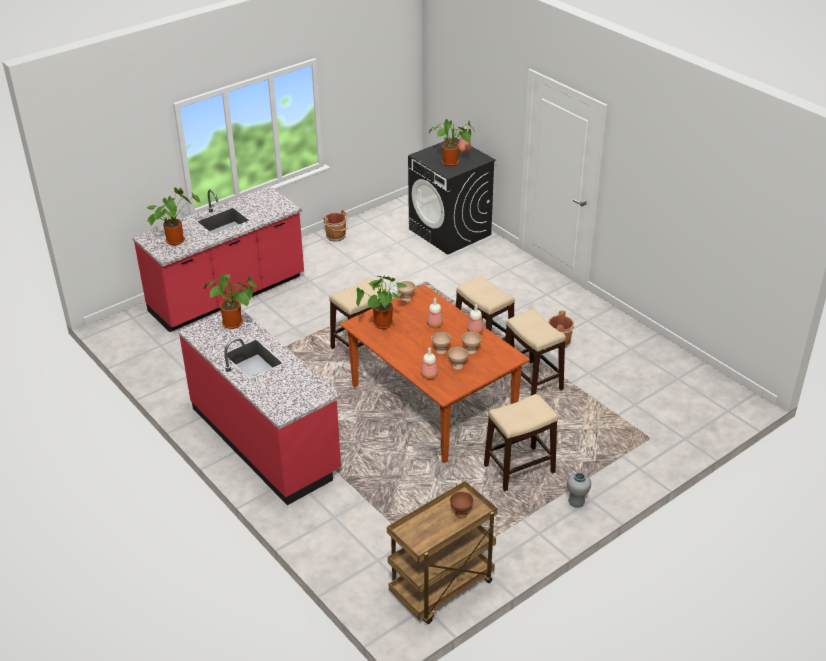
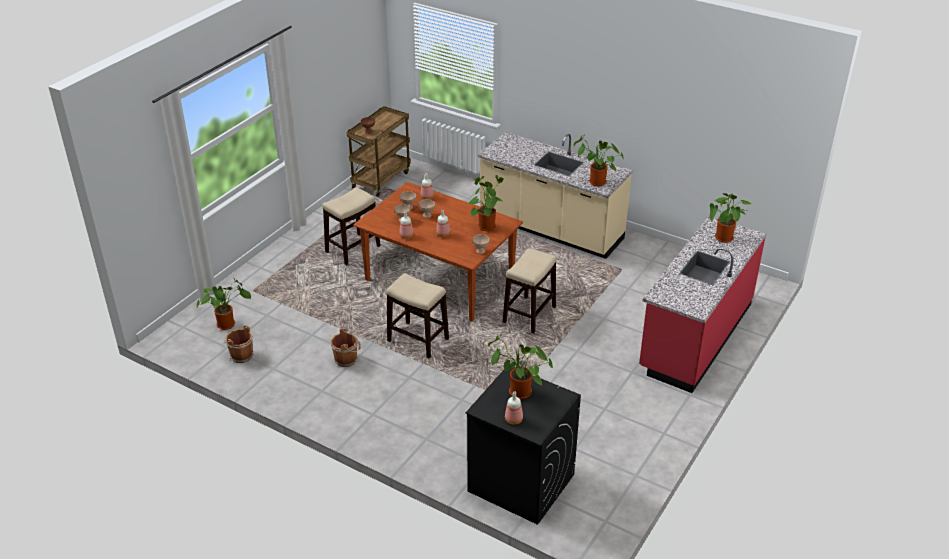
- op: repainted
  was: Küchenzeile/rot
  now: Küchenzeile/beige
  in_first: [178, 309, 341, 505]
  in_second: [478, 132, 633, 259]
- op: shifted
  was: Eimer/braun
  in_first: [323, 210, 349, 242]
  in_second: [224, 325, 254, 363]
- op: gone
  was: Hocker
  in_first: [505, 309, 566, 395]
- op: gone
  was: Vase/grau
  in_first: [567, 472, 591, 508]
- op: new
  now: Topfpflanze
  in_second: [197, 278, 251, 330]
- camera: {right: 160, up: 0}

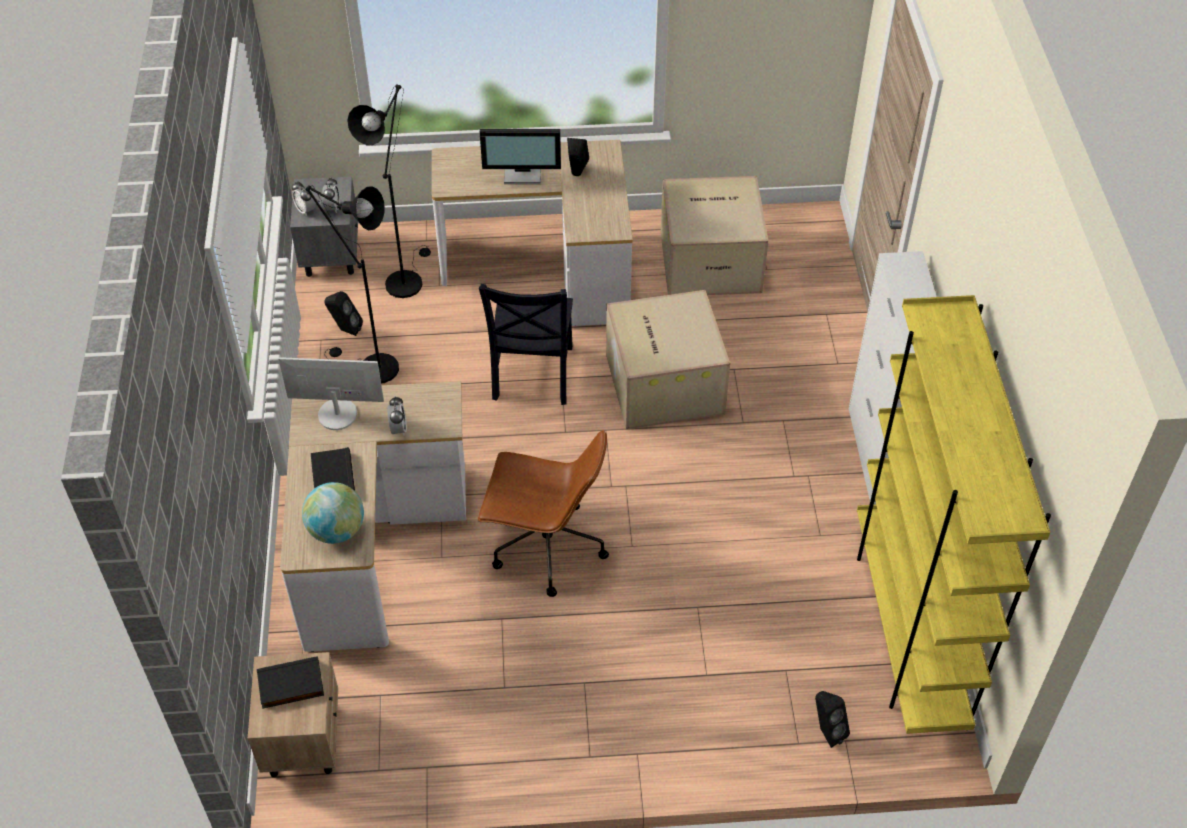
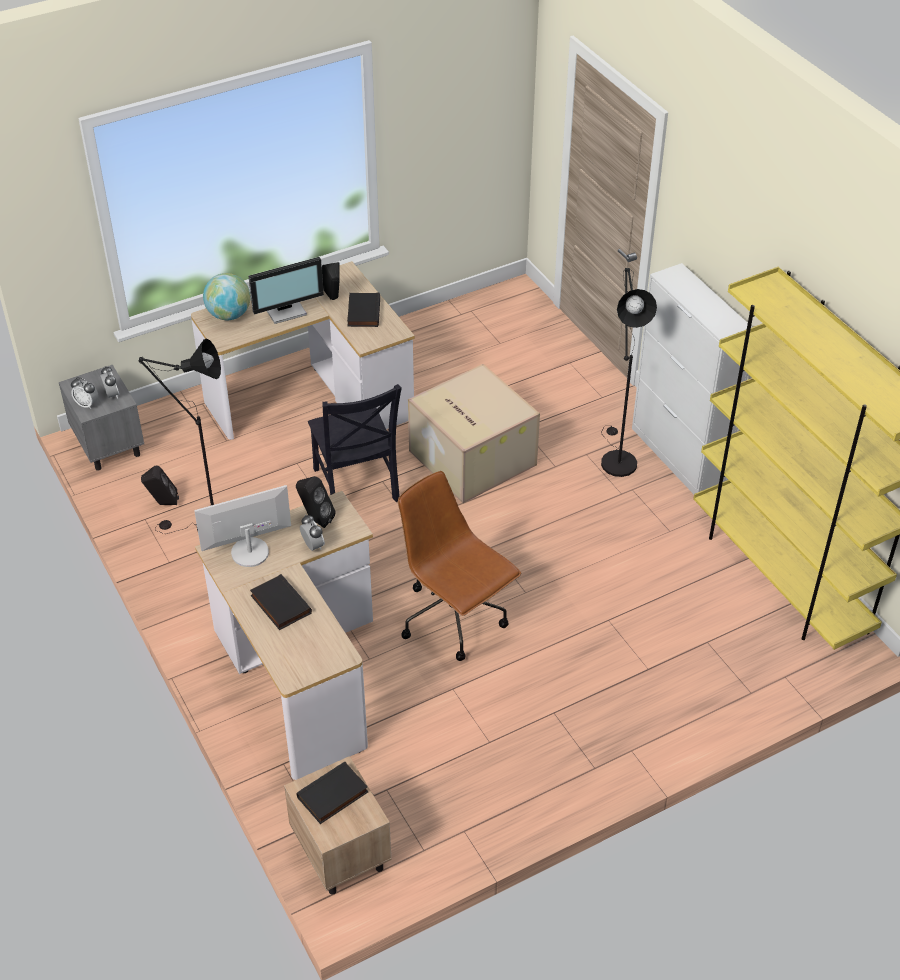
- op: shifted
  was: Globus
  in_first: [302, 482, 364, 544]
  in_second: [203, 273, 251, 320]
- op: shifted
  was: Stehlampe/schwarz
  in_first: [347, 84, 431, 298]
  in_second: [601, 268, 657, 477]
- op: rotated
  was: Bürostuhl/braun
  in_first: [477, 430, 609, 597]
  in_second: [398, 471, 521, 661]
  clockwise: -120
- op: gone
  was: Karton
  in_first: [661, 176, 769, 295]
- op: shifted
  was: Lautsprecher/schwarz
  in_first: [815, 691, 850, 748]
  in_second: [296, 476, 336, 528]
- op: new
  now: Buch/schwarz
  in_second: [347, 293, 380, 327]
- camera: {right: -25, up: -5}

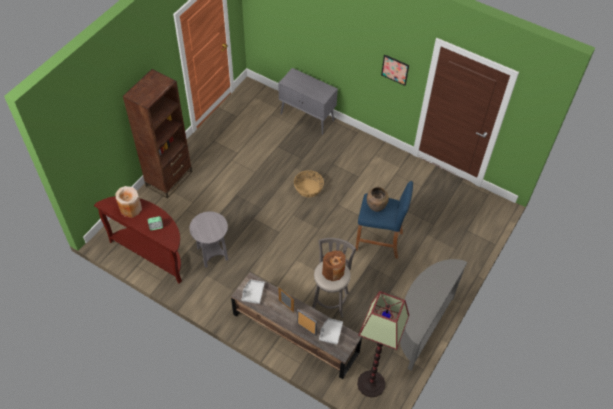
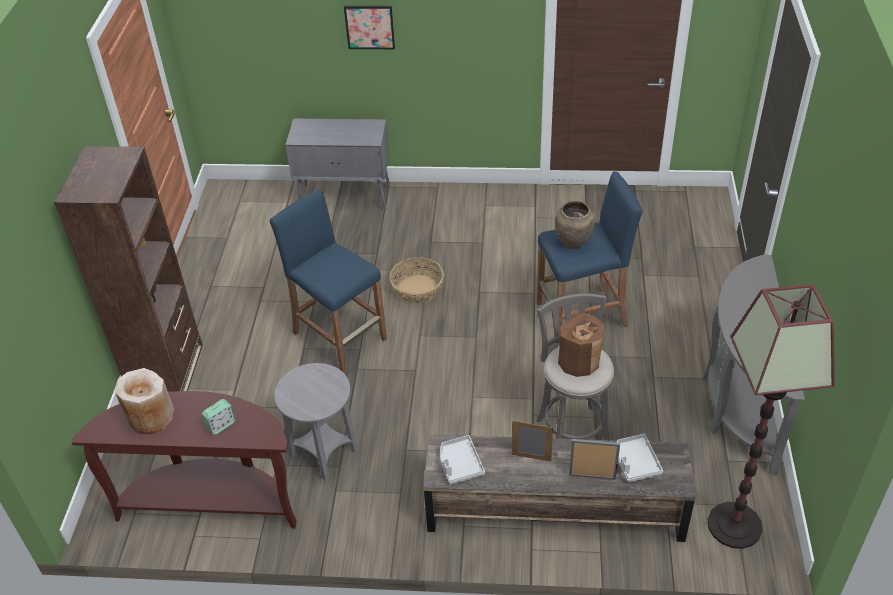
- op: shifted
  was: Bild
  in_first: [381, 54, 409, 86]
  in_second: [344, 6, 395, 49]
- op: new
  now: Hocker/blau
  in_second: [269, 189, 387, 372]
- camera: {right: -25, up: -10}

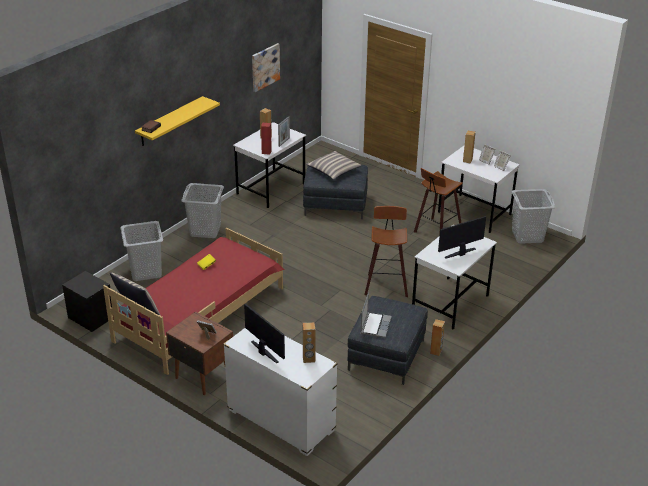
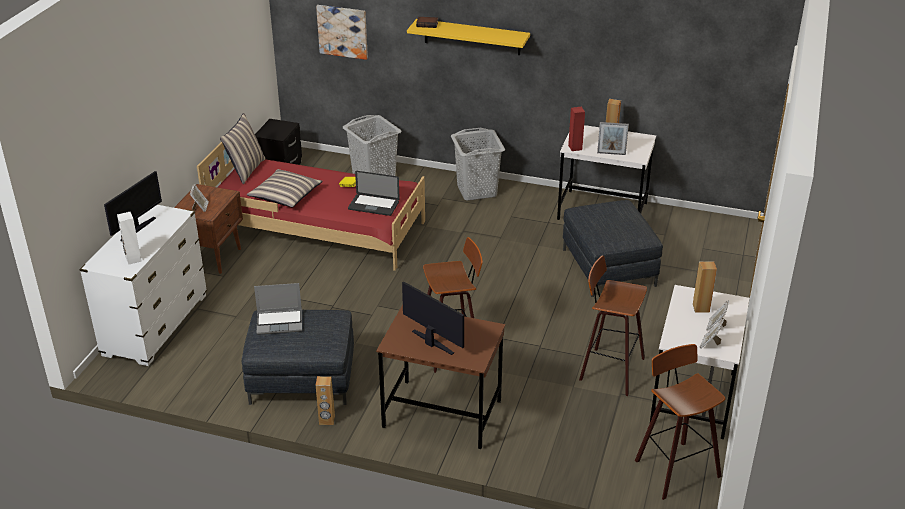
- op: shifted
  was: Bild
  in_first: [252, 43, 280, 92]
  in_second: [316, 5, 368, 60]
- op: repainted
  was: Lautsprecher/braun
  now: Lautsprecher/weiß
  in_first: [303, 322, 316, 363]
  in_second: [117, 212, 141, 264]
- op: shifted
  was: Kissen
  in_first: [306, 151, 361, 180]
  in_second: [247, 169, 323, 207]
- op: repainted
  was: Schreibtisch/weiß
  now: Schreibtisch/braun
  in_first: [412, 225, 497, 330]
  in_second: [376, 305, 505, 449]
- op: swapped
  was: Wäschekorb/grau
  now: Hocker
  in_first: [512, 189, 556, 244]
  in_second: [635, 344, 726, 500]
- op: new
  now: Laptop
  in_second: [348, 171, 400, 216]
- camera: {right: 70, up: 0}

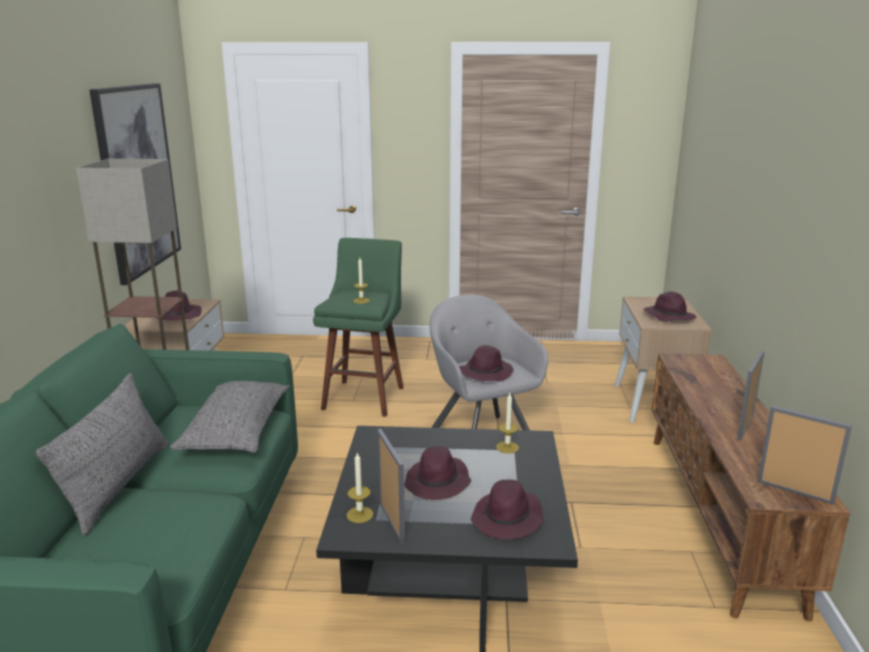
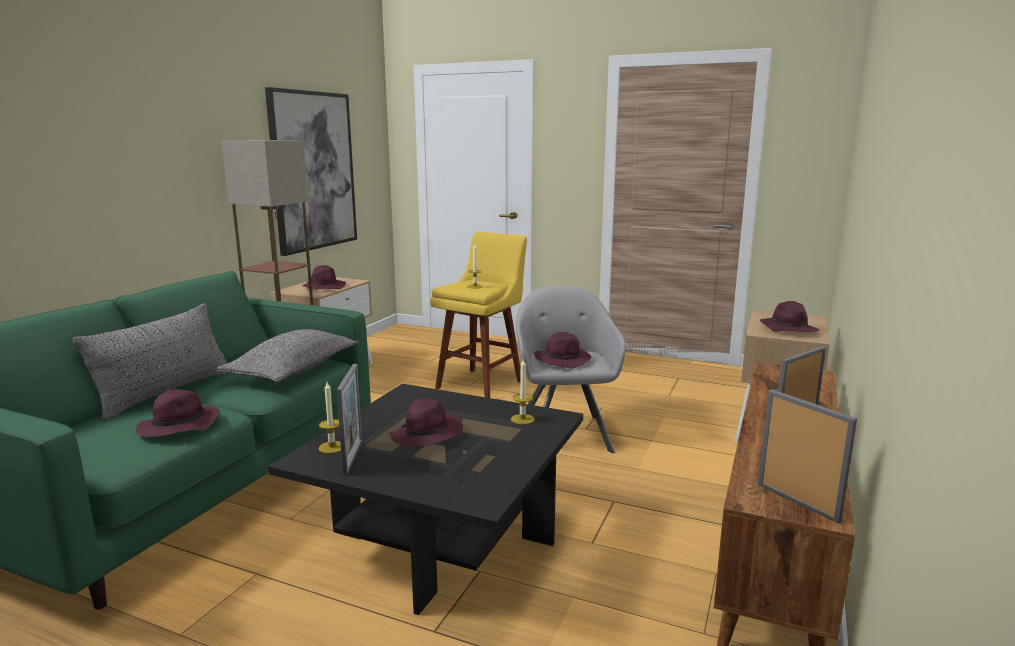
- op: repainted
  was: Hocker/grün
  now: Hocker/gelb
  in_first: [313, 238, 404, 417]
  in_second: [430, 232, 527, 398]
- op: shifted
  was: Hut/lila
  in_first: [471, 480, 544, 540]
  in_second: [136, 389, 220, 437]
- camera: {right: 20, up: -5}

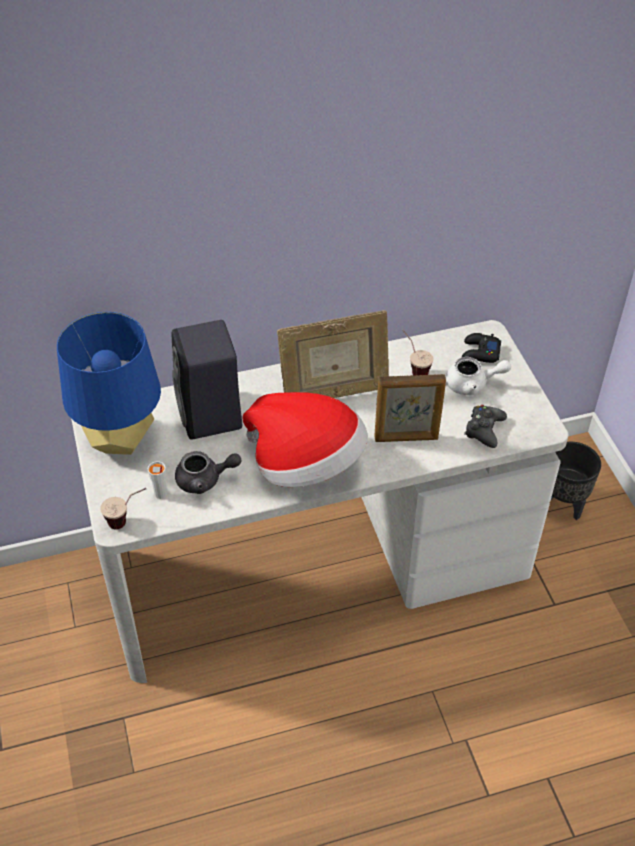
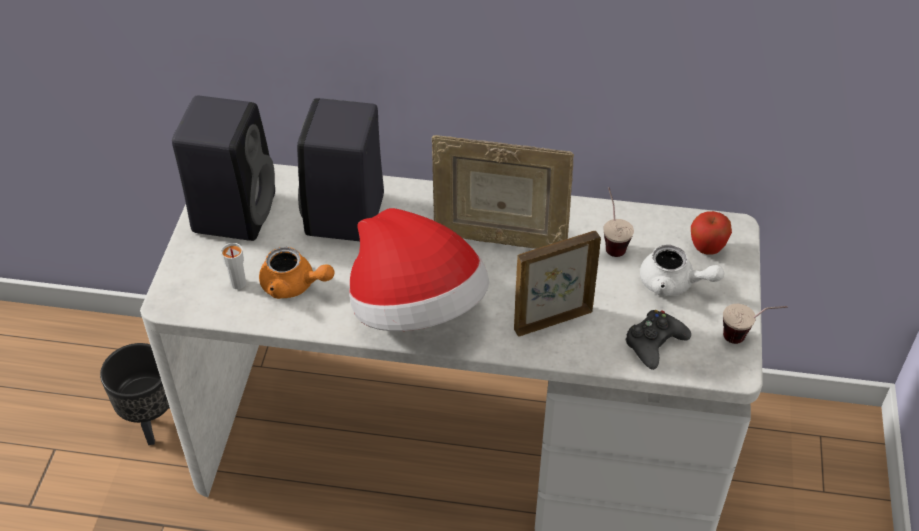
- op: swapped
  was: Tischlampe/blau
  now: Lautsprecher/schwarz
  in_first: [57, 312, 161, 455]
  in_second: [172, 96, 275, 241]
- op: shifted
  was: Tasse
  in_first: [100, 488, 146, 529]
  in_second: [723, 304, 788, 344]
- op: repainted
  was: Teekanne/grau
  now: Teekanne/orange
  in_first: [175, 451, 242, 494]
  in_second: [259, 247, 335, 299]
- op: rotated
  was: Bilderrahmen
  in_first: [374, 374, 446, 442]
  in_second: [514, 231, 601, 337]
  clockwise: 135
- op: swapped
  was: Gamepad/schwarz
  now: Apfel
  in_first: [462, 333, 501, 363]
  in_second: [691, 211, 732, 255]
- op: shifted
  was: Pflanzkübel/schwarz
  in_first: [551, 442, 601, 520]
  in_second: [100, 343, 170, 445]
- camera: {right: 25, up: 0}

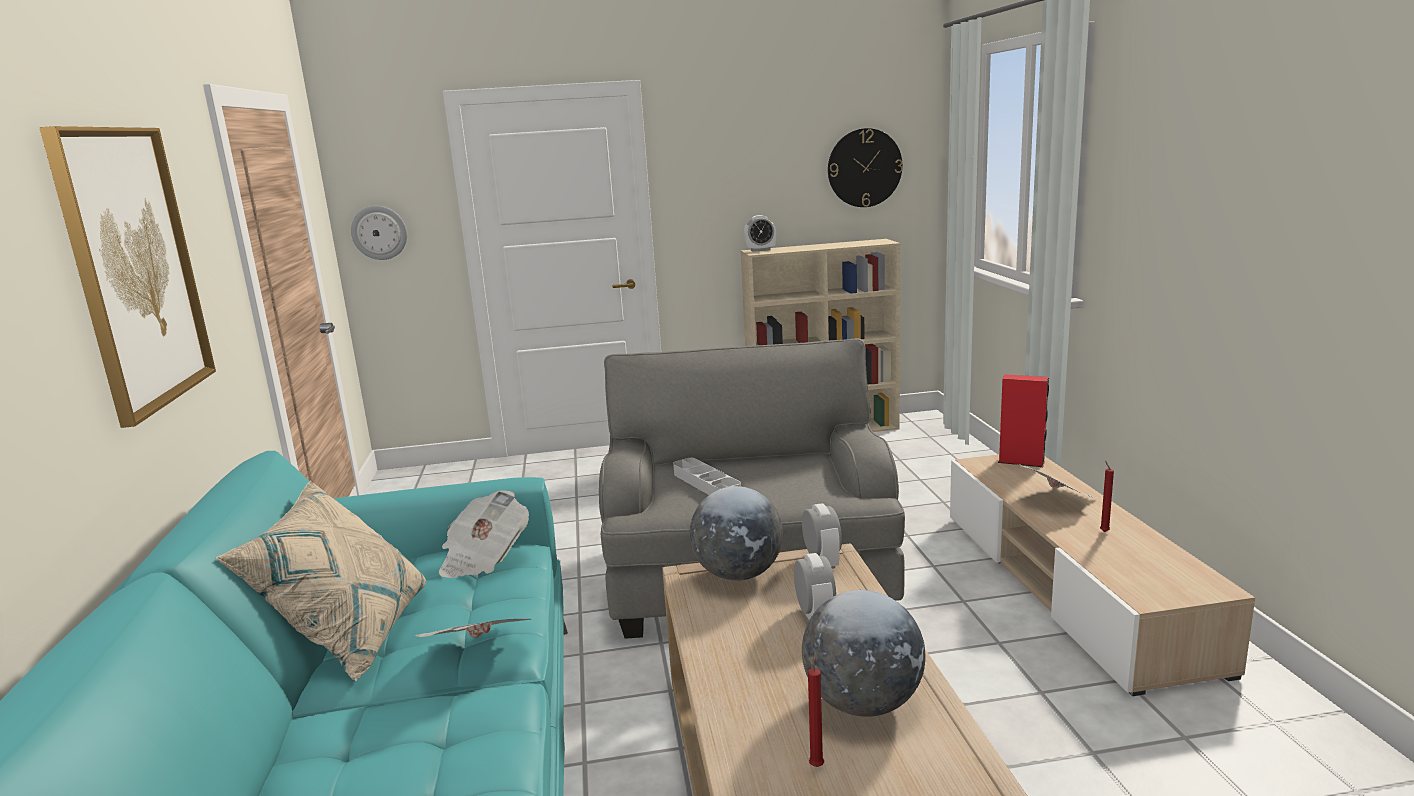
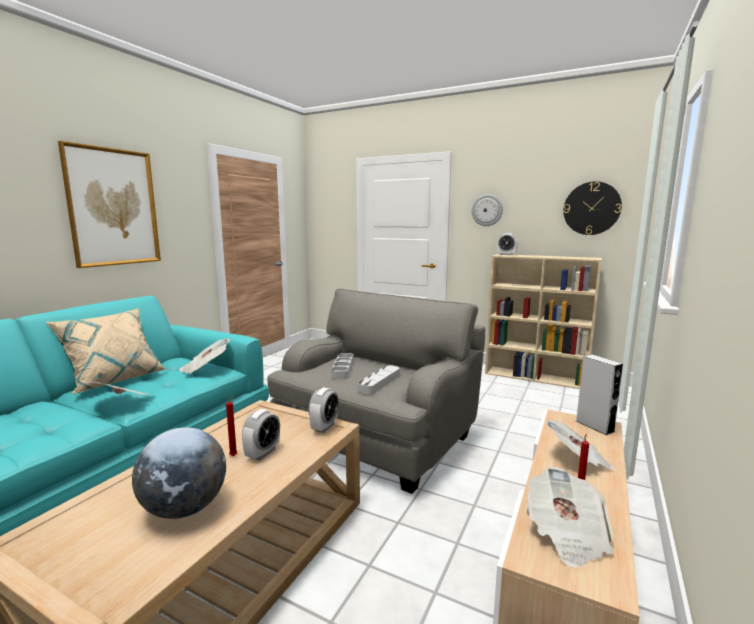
- op: shifted
  was: Wanduhr
  in_first: [351, 206, 407, 260]
  in_second: [472, 194, 503, 226]
- op: gone
  was: Globus
  in_first: [690, 486, 783, 581]
- op: shifted
  was: Kerze/rot
  in_first: [808, 653, 824, 767]
  in_second: [226, 395, 237, 456]
- op: repainted
  was: Lautsprecher/rot
  now: Lautsprecher/grau
  in_first: [998, 374, 1049, 467]
  in_second: [576, 354, 623, 435]
- op: new
  now: Tablett/grau
  in_second: [357, 365, 400, 395]
- op: new
  now: Zeitung
  in_second: [526, 467, 614, 568]
- camera: {right: 35, up: -5}

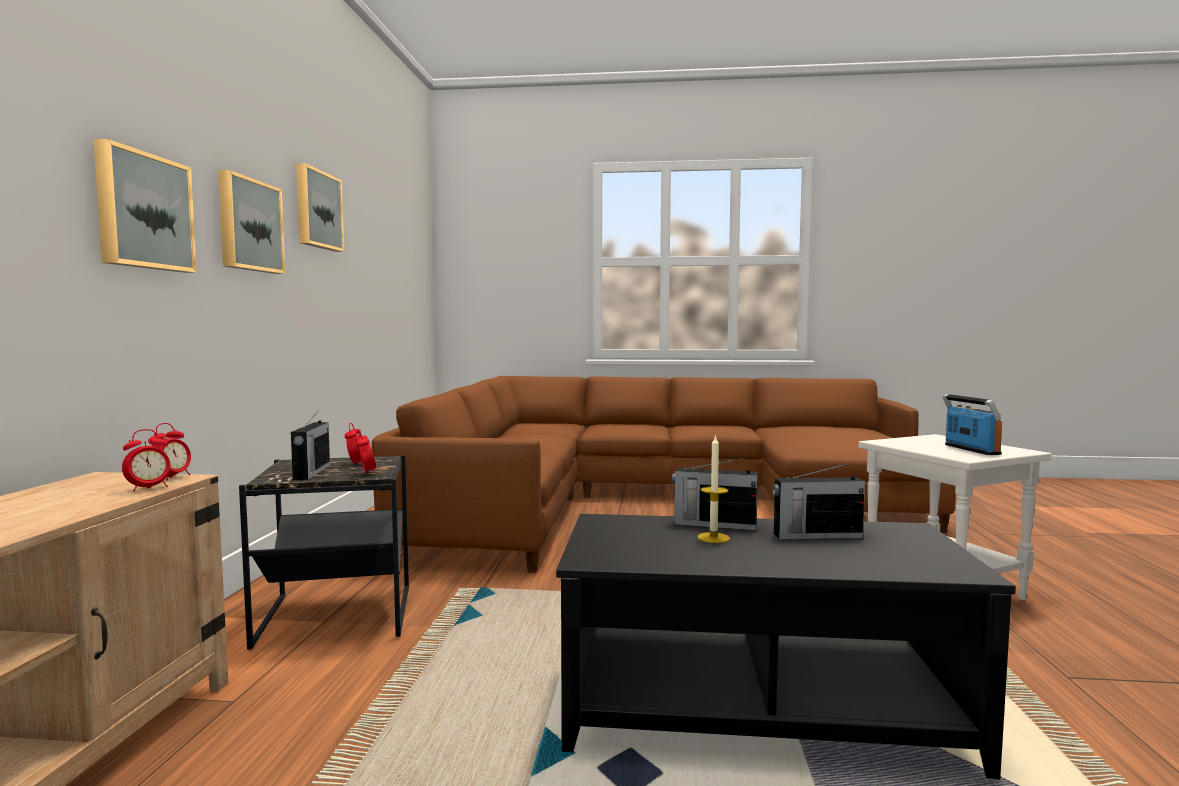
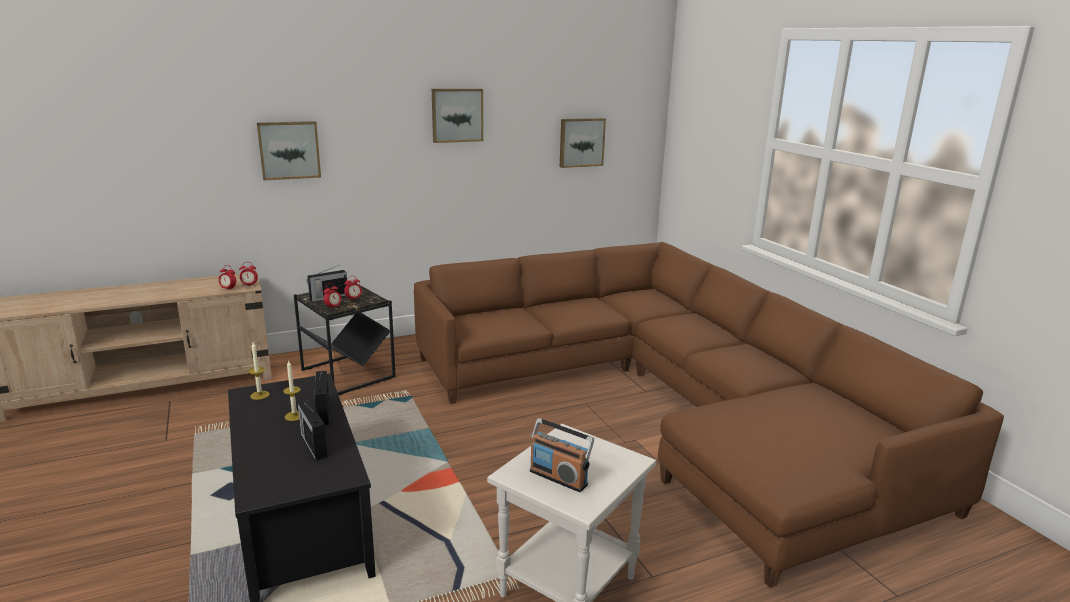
- op: shifted
  was: Bild
  in_first: [218, 170, 285, 274]
  in_second: [560, 118, 606, 168]
- op: rotated
  was: Radio
  in_first: [943, 394, 1002, 455]
  in_second: [530, 418, 594, 492]
  clockwise: 75
- op: new
  now: Kerze
  in_second: [248, 342, 270, 400]
- camera: {right: 60, up: 15}

